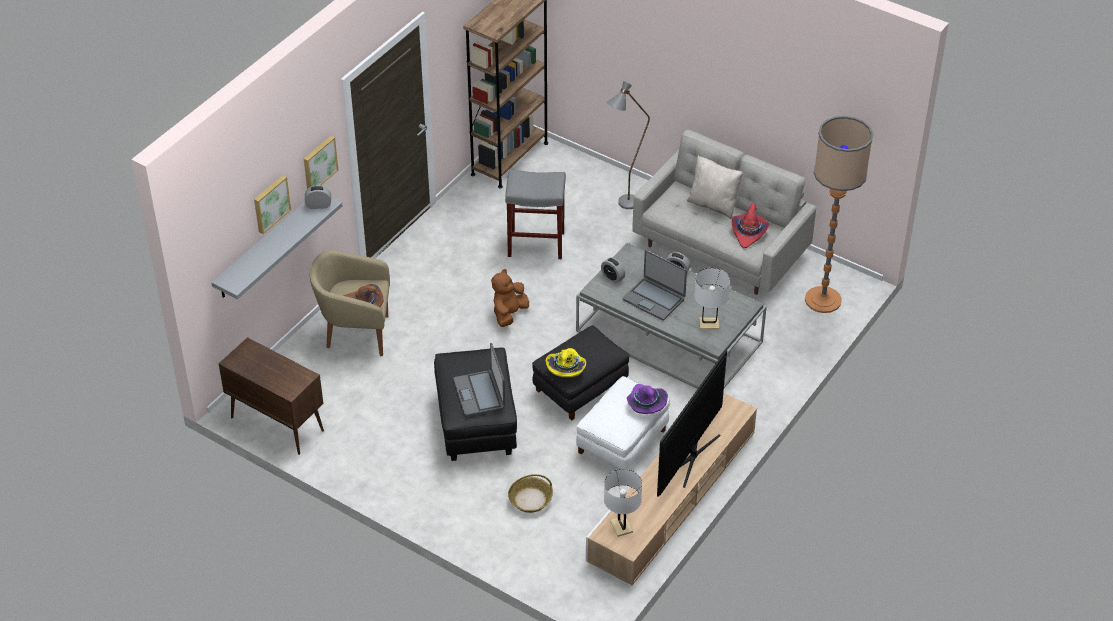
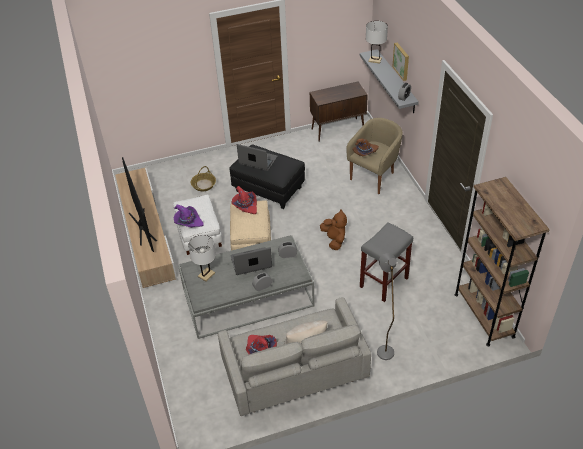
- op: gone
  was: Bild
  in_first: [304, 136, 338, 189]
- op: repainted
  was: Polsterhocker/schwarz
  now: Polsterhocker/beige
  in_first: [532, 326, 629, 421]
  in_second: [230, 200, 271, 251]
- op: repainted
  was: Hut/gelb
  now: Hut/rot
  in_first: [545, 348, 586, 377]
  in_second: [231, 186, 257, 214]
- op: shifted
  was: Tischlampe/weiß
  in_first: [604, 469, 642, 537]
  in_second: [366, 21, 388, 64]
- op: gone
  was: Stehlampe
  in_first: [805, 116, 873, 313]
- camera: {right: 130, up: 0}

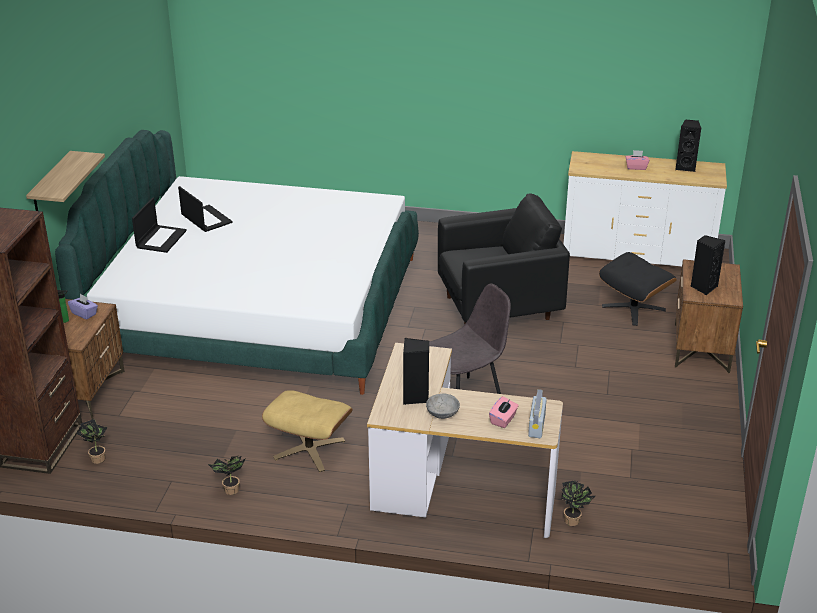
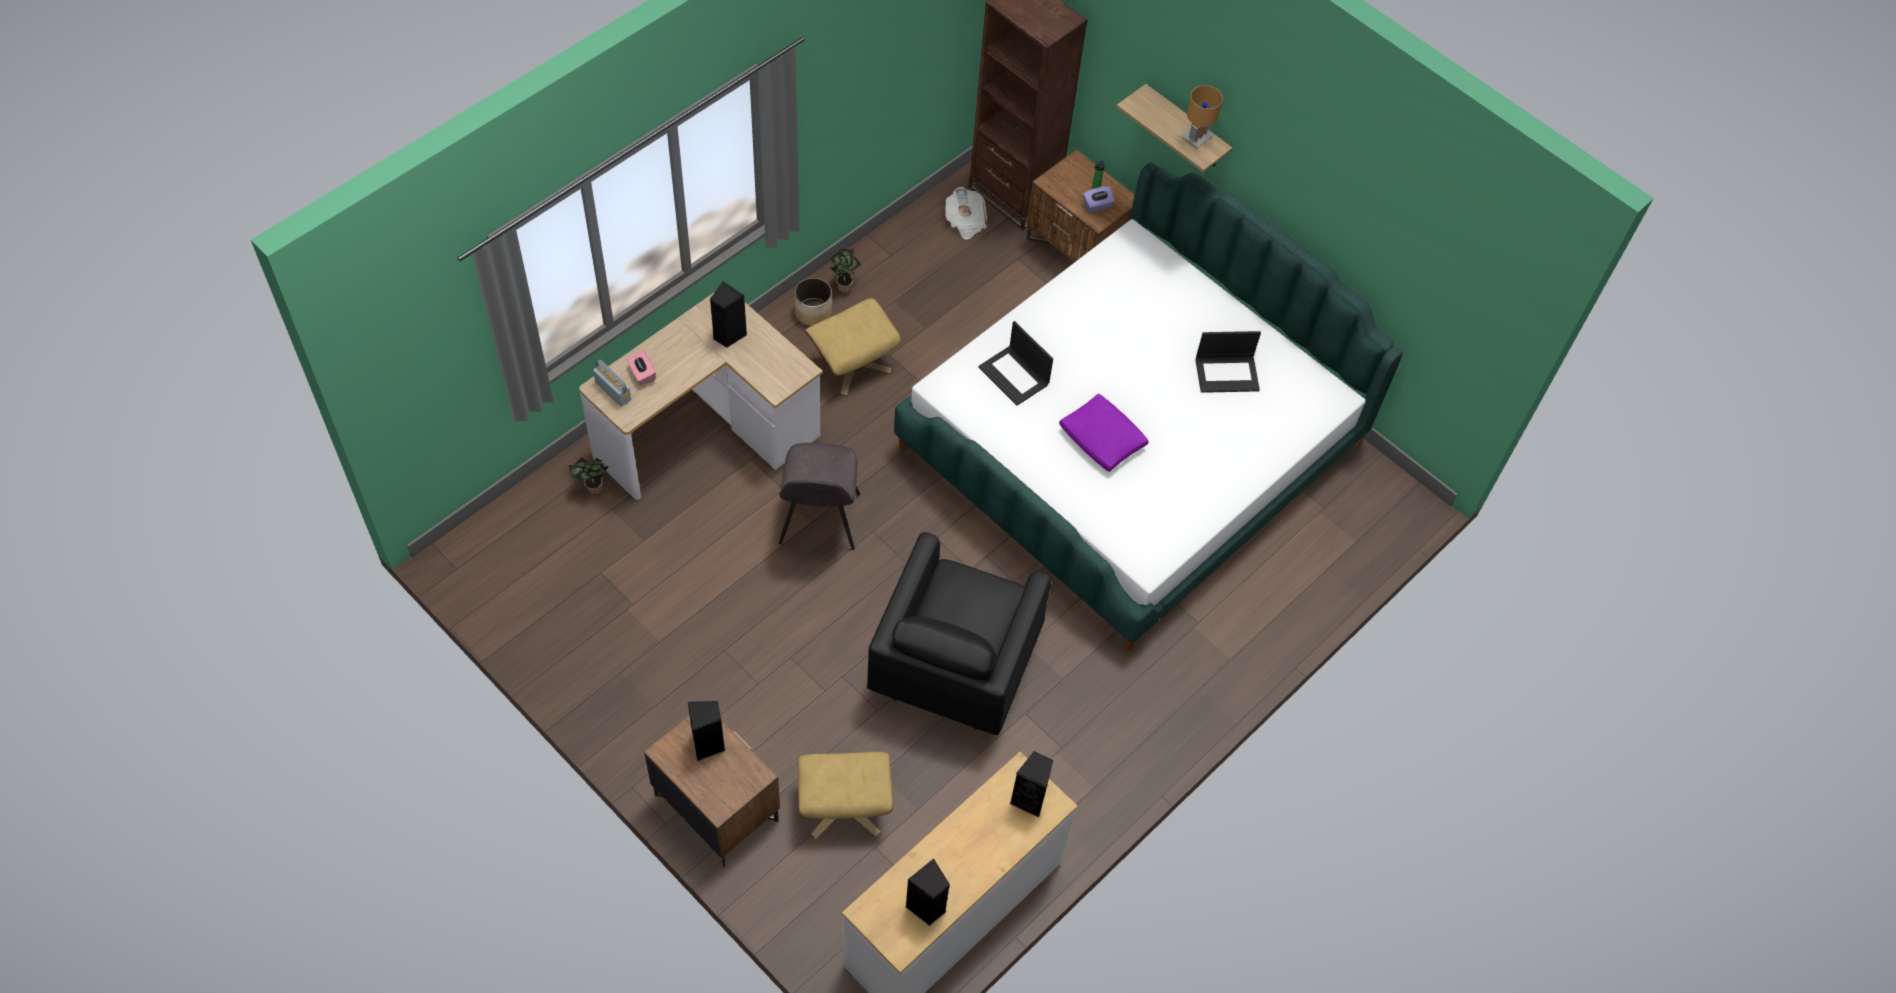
- op: swapped
  was: Topfpflanze
  now: Zeitung
  in_first: [77, 419, 108, 464]
  in_second: [945, 187, 987, 240]
- op: shifted
  was: Laptop
  in_first: [132, 197, 187, 253]
  in_second: [978, 321, 1053, 406]
- op: gone
  was: Schüssel/grau
  in_first: [426, 394, 460, 419]
- op: repainted
  was: Polsterhocker/schwarz
  now: Polsterhocker/beige
  in_first: [599, 252, 677, 326]
  in_second: [798, 752, 893, 839]
- op: gone
  was: Taschentuchbox/rosa
  in_first: [626, 150, 649, 170]
- op: new
  now: Pflanzkübel
  in_second: [794, 277, 832, 326]
- op: new
  now: Lautsprecher/schwarz
  in_second: [1010, 751, 1053, 817]
- op: new
  now: Kissen/lila
  in_second: [1059, 393, 1149, 472]
- op: new
  now: Tischlampe/braun
  in_second: [1181, 85, 1223, 148]
- camera: {right: 120, up: 25}

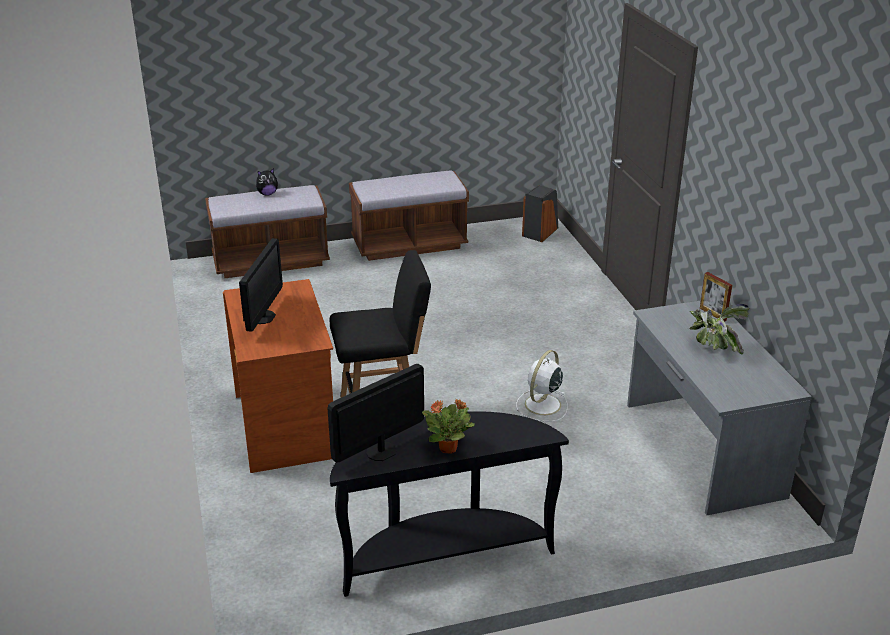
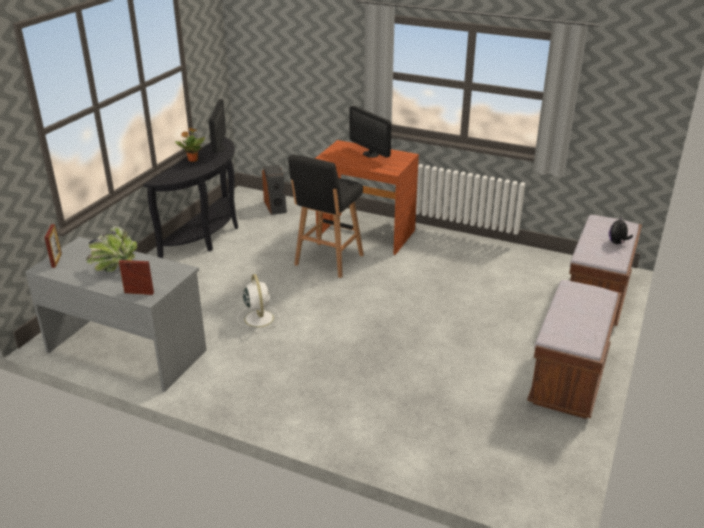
- op: shifted
  was: Lautsprecher
  in_first: [522, 185, 558, 242]
  in_second: [262, 165, 287, 215]
- op: new
  now: Bilderrahmen
  in_second: [44, 224, 62, 268]
- camera: {right: 130, up: 0}

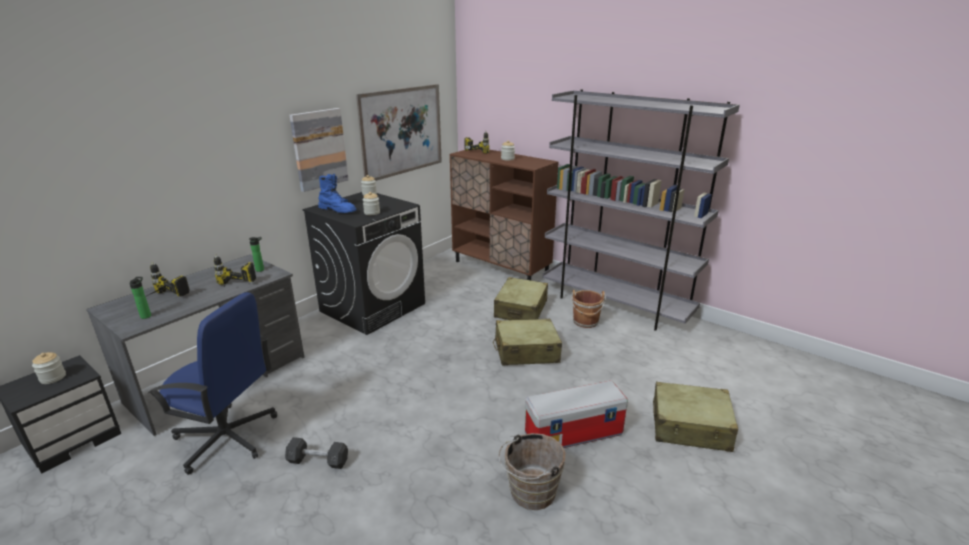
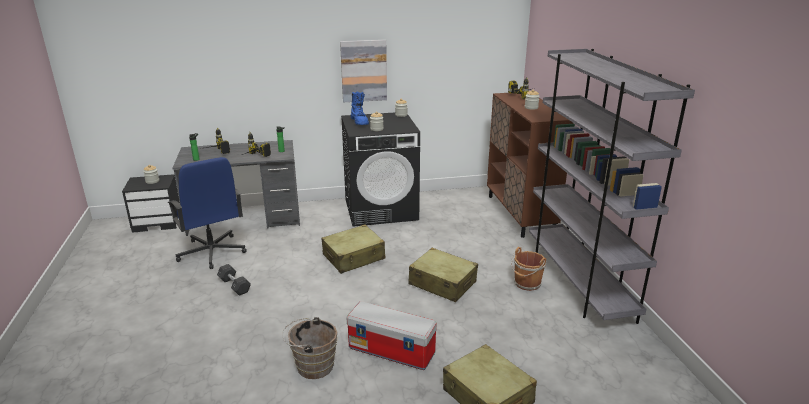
- op: gone
  was: Bild
  in_first: [356, 84, 442, 181]
- op: shifted
  was: Koffer/beige
  in_first: [494, 277, 548, 320]
  in_second: [322, 225, 385, 274]
- camera: {right: 40, up: 0}

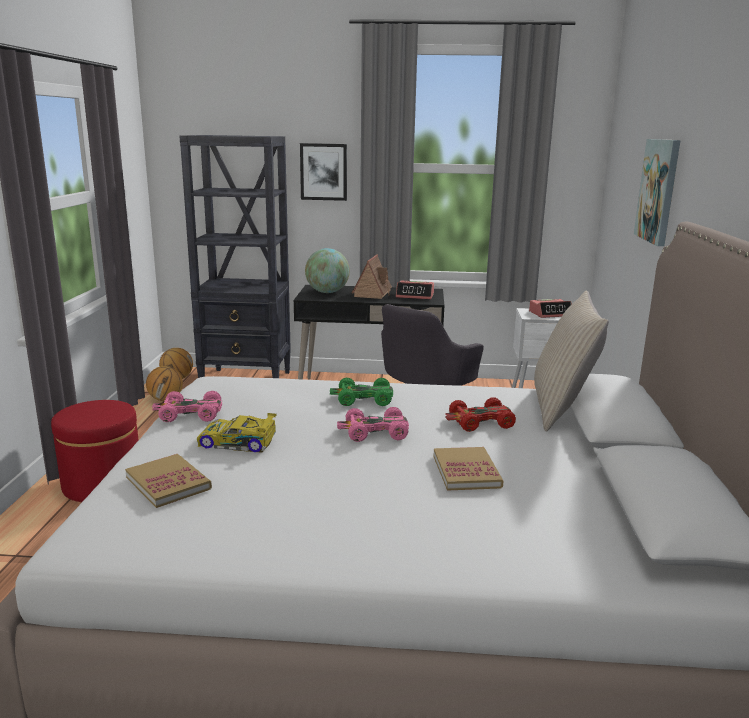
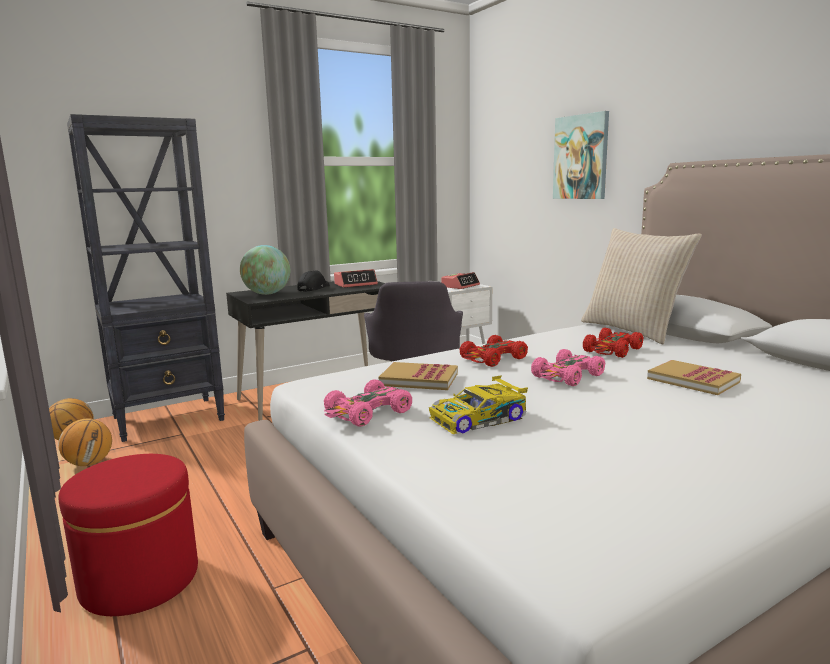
- op: shifted
  was: Buch
  in_first: [125, 454, 212, 508]
  in_second: [379, 362, 458, 390]
- op: gone
  was: Bild
  in_first: [300, 143, 347, 201]
- op: repainted
  was: Spielzeugauto/grün
  now: Spielzeugauto/rot
  in_first: [330, 378, 393, 406]
  in_second: [459, 335, 528, 367]
- op: swapped
  was: Spielzeughaus
  now: Kappe/schwarz
  in_first: [352, 255, 392, 299]
  in_second: [297, 270, 330, 291]
- camera: {right: -35, up: -5}

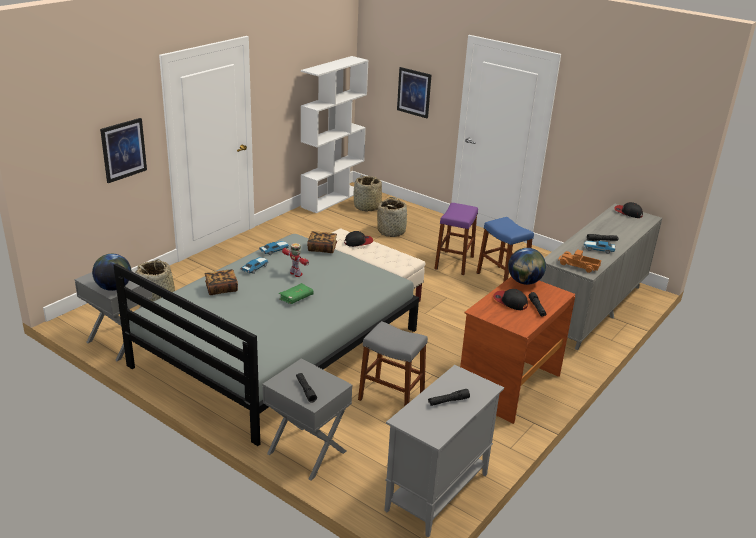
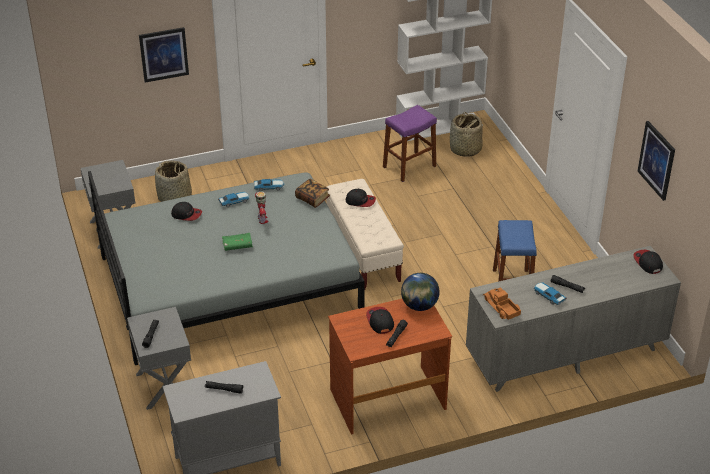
- op: gone
  was: Globus
  in_first: [92, 254, 131, 291]
- op: swapped
  was: Buch
  now: Kappe
  in_first: [204, 269, 238, 295]
  in_second: [171, 202, 202, 221]
- op: gone
  was: Hocker/grau
  in_first: [358, 321, 428, 406]
- op: gone
  was: Korb
  in_first: [377, 197, 407, 237]
- op: shifted
  was: Bild
  in_first: [397, 67, 431, 118]
  in_second: [638, 121, 675, 201]
- op: shifted
  was: Hocker/lila
  in_first: [434, 203, 478, 275]
  in_second: [383, 105, 437, 182]
- camera: {right: 35, up: 10}

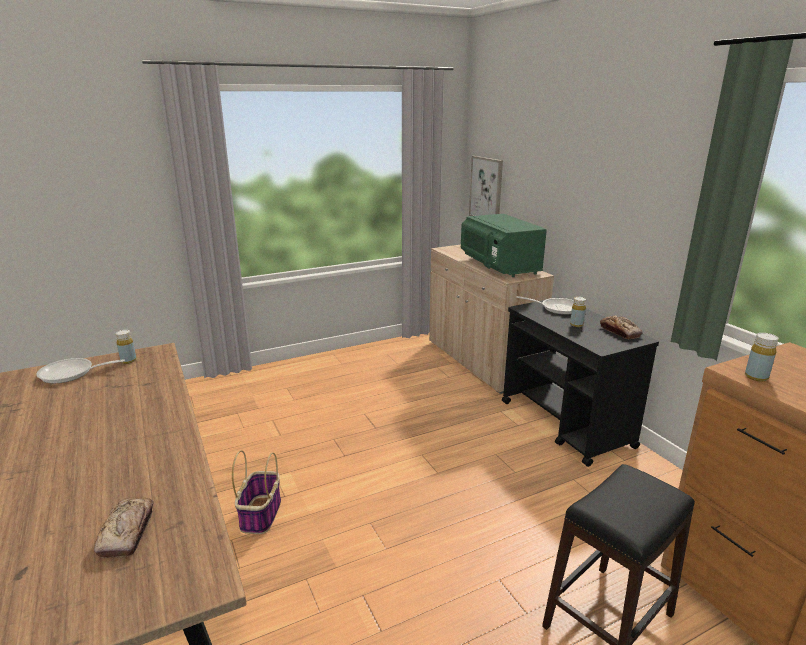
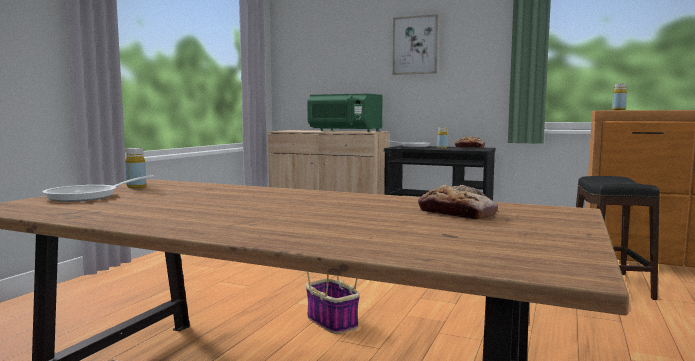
- op: shifted
  was: Bild
  in_first: [469, 156, 503, 217]
  in_second: [393, 14, 439, 75]
- camera: {right: -40, up: -15}

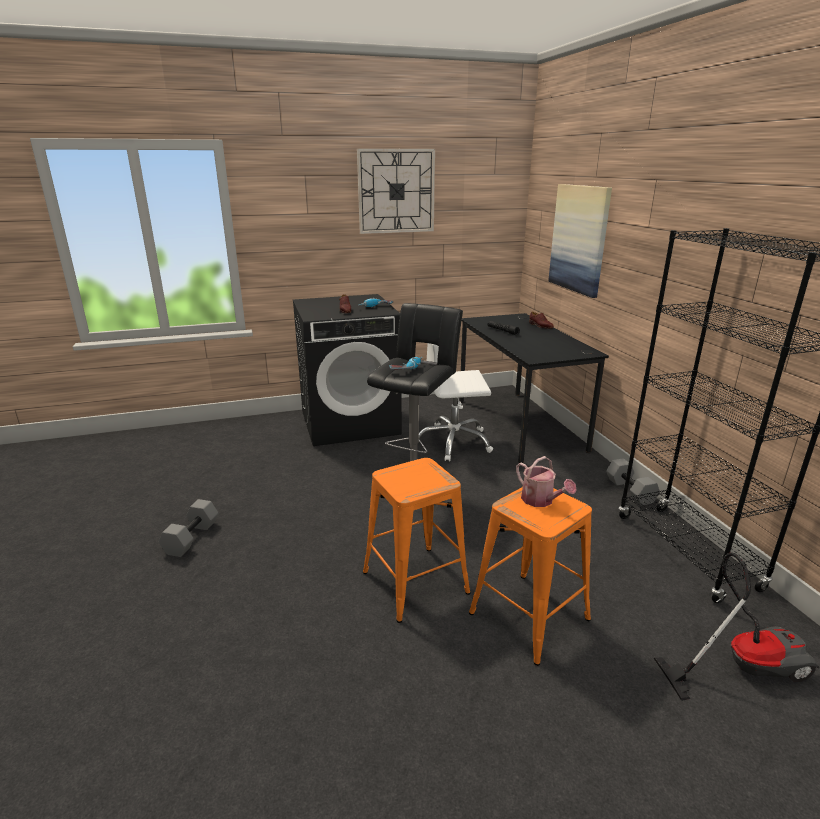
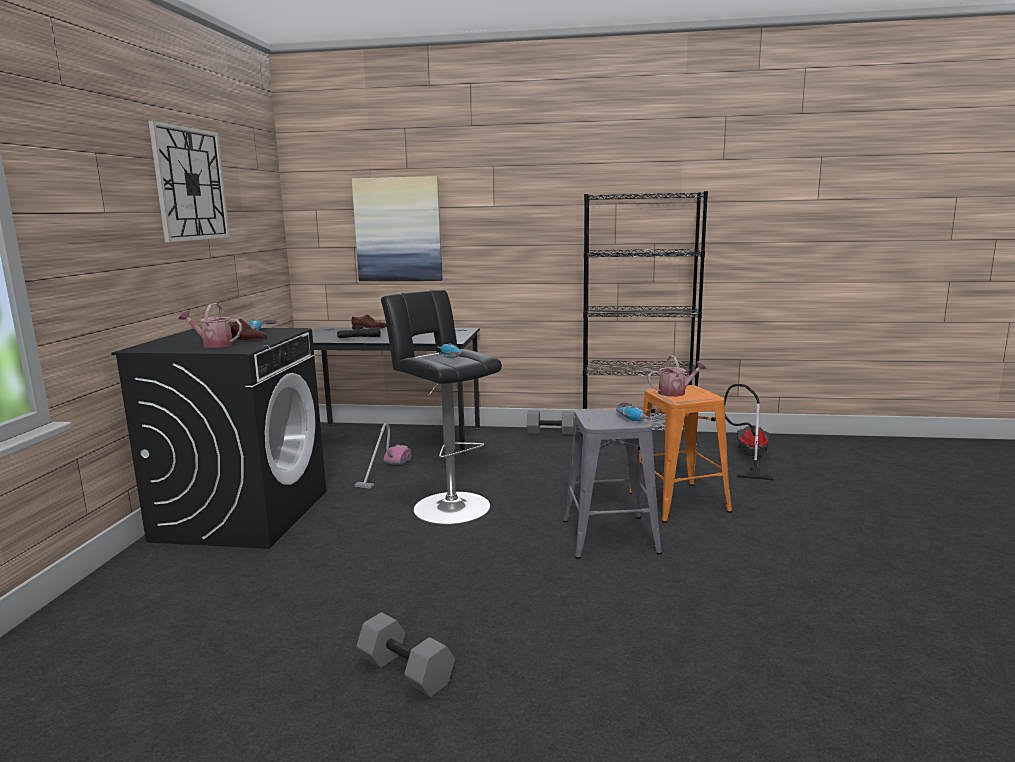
- op: repainted
  was: Hocker/orange
  now: Hocker/grau
  in_first: [363, 458, 470, 623]
  in_second: [563, 408, 662, 559]
- op: swapped
  was: Bürostuhl/weiß
  now: Staubsauger
  in_first: [419, 343, 493, 461]
  in_second: [354, 423, 412, 488]
- op: new
  now: Gießkanne
  in_second: [179, 303, 242, 348]
- op: new
  now: Bohrmaschine
  in_second: [616, 403, 653, 421]
- camera: {right: -65, up: -10}

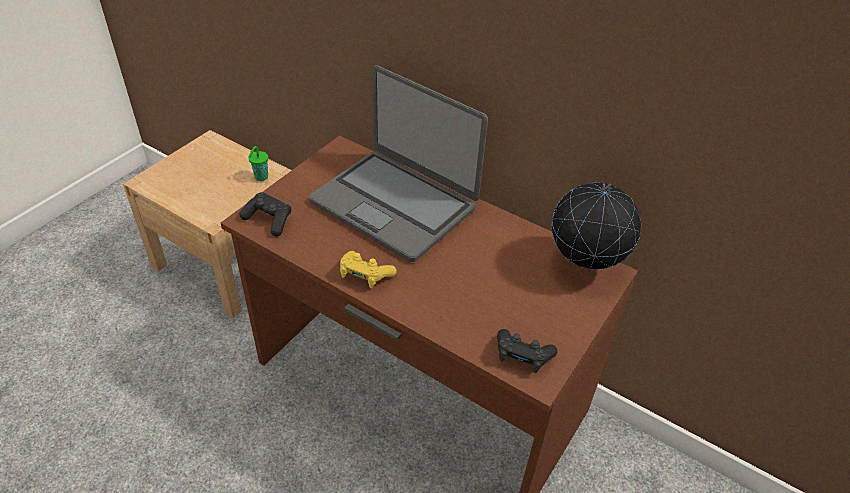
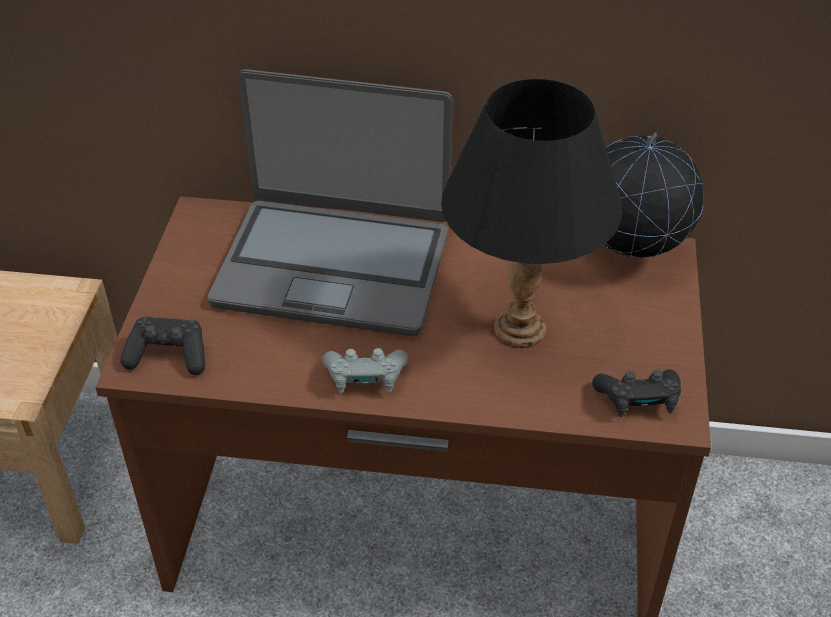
- op: gone
  was: Tasse/grün
  in_first: [249, 146, 268, 181]
- op: repainted
  was: Gamepad/gelb
  now: Gamepad/grau
  in_first: [340, 251, 397, 288]
  in_second: [322, 348, 408, 393]
- op: new
  now: Tischlampe/schwarz
  in_second: [441, 79, 623, 348]
- camera: {right: -25, up: 0}

